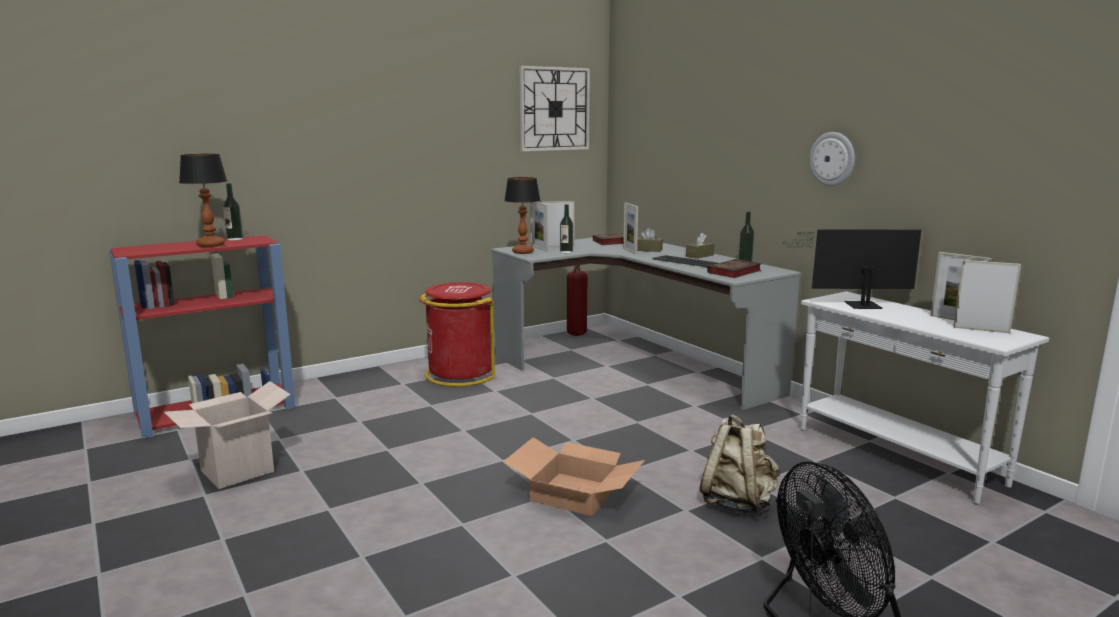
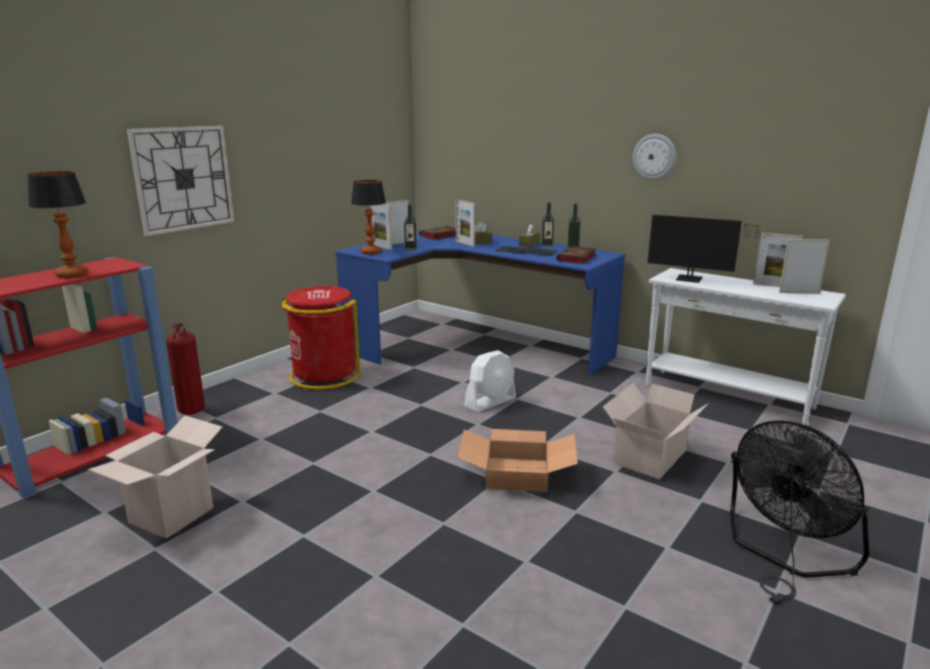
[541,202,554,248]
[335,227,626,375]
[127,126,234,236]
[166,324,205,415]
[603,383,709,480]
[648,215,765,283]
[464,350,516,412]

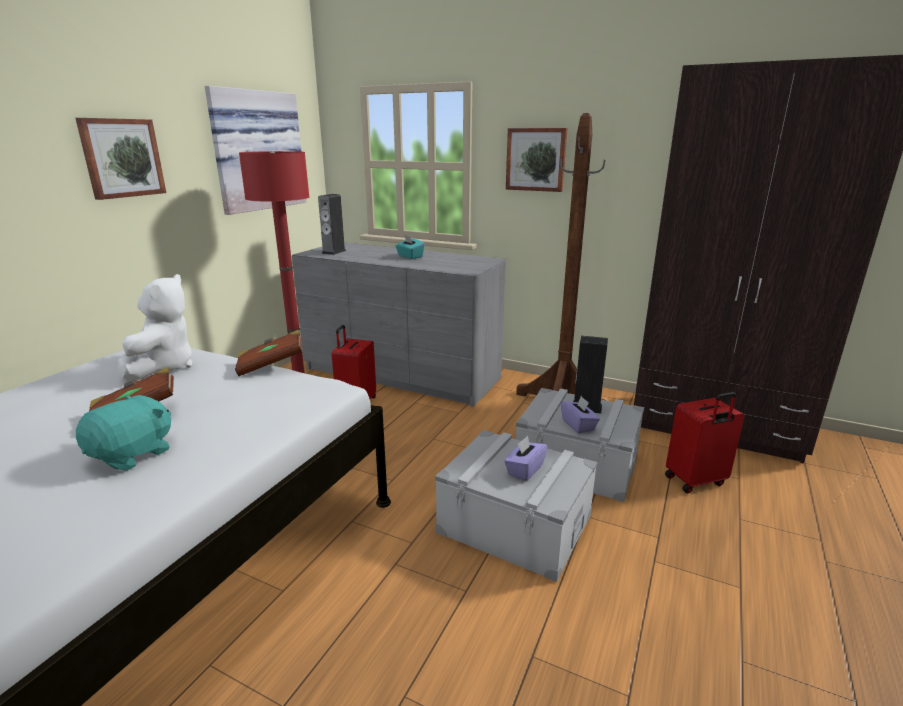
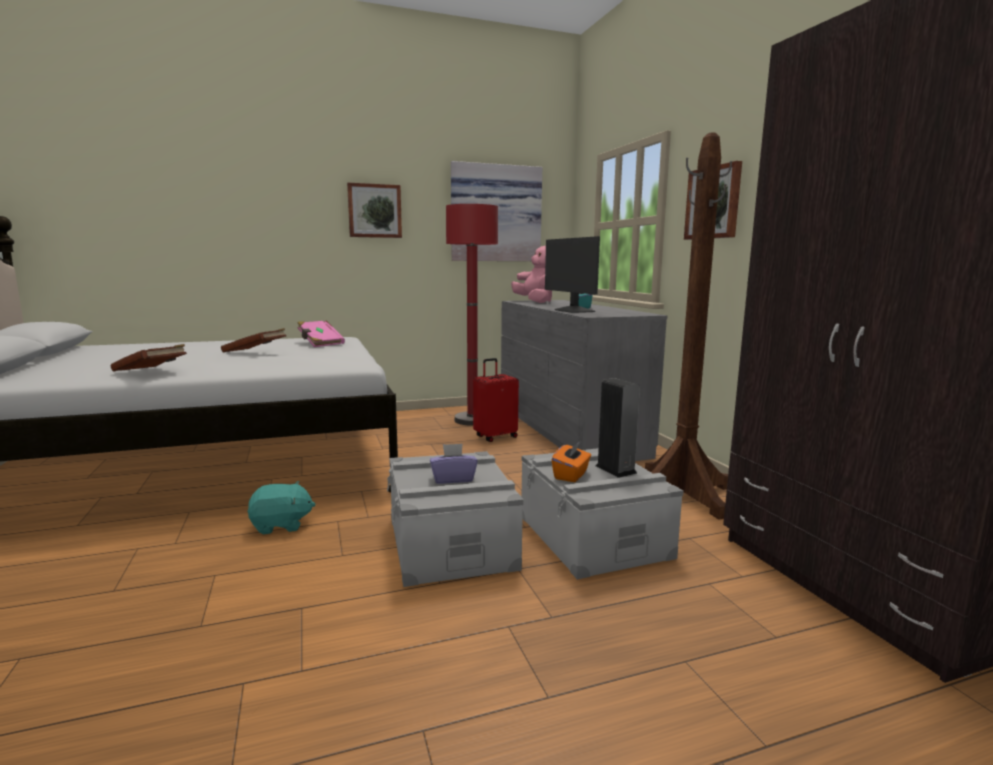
[248,481,316,534]
[297,321,345,347]
[111,344,187,372]
[511,245,552,303]
[552,442,591,482]
[665,392,745,493] (first image)
[545,236,600,313]

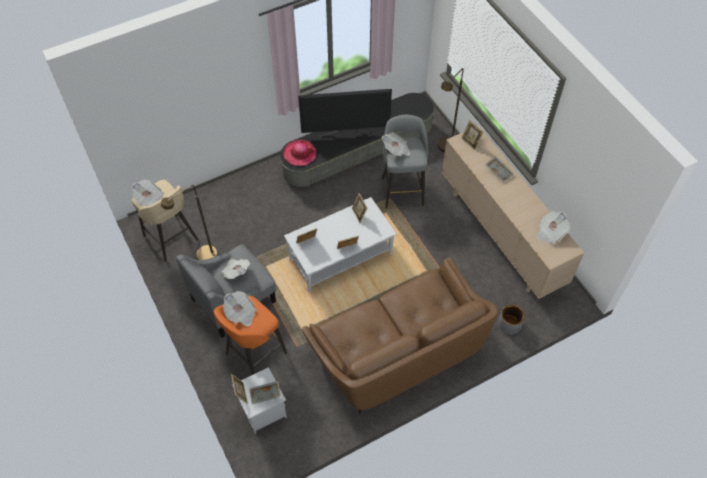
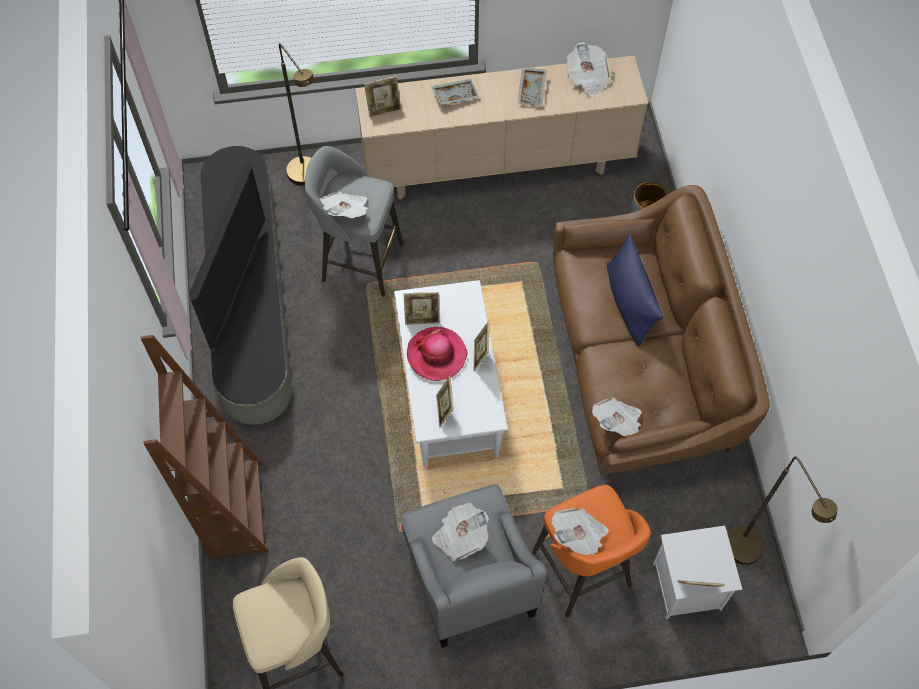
[592,397,641,436]
[728,456,838,565]
[518,68,547,106]
[407,327,467,381]
[141,335,269,560]
[607,234,664,346]

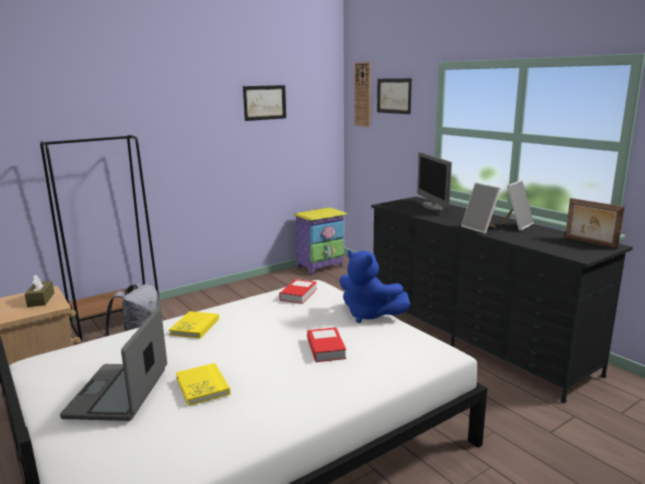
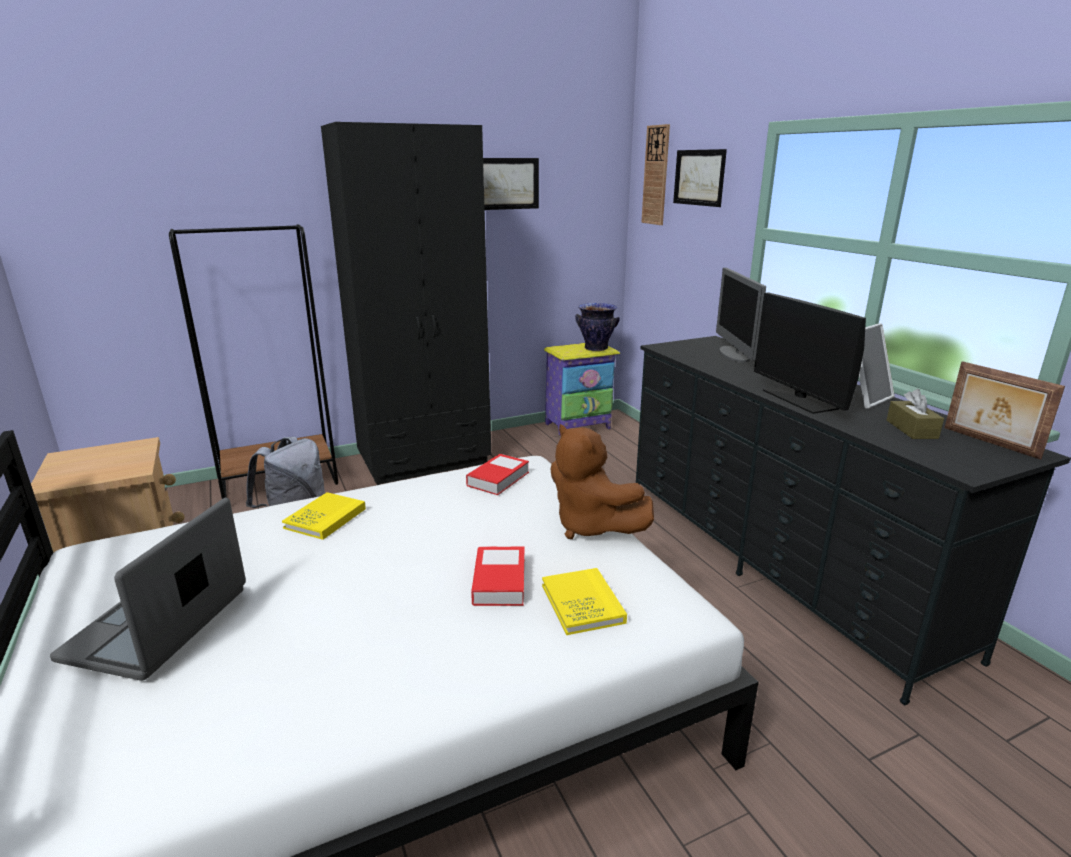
[887,389,944,439]
[542,568,627,635]
[550,424,654,539]
[754,293,866,414]
[321,122,491,485]
[576,303,619,351]

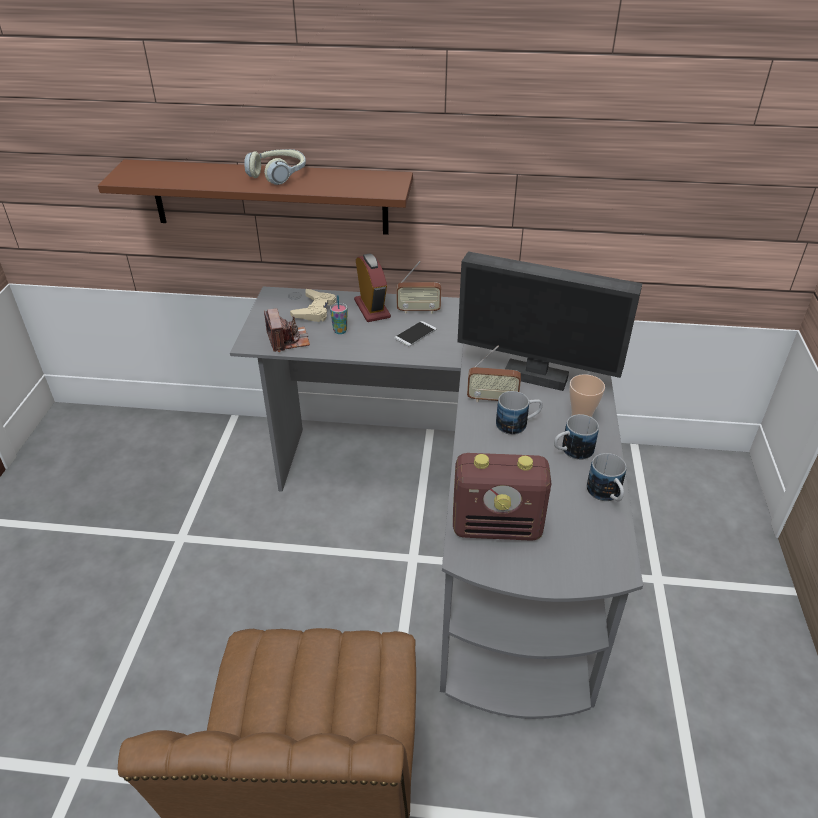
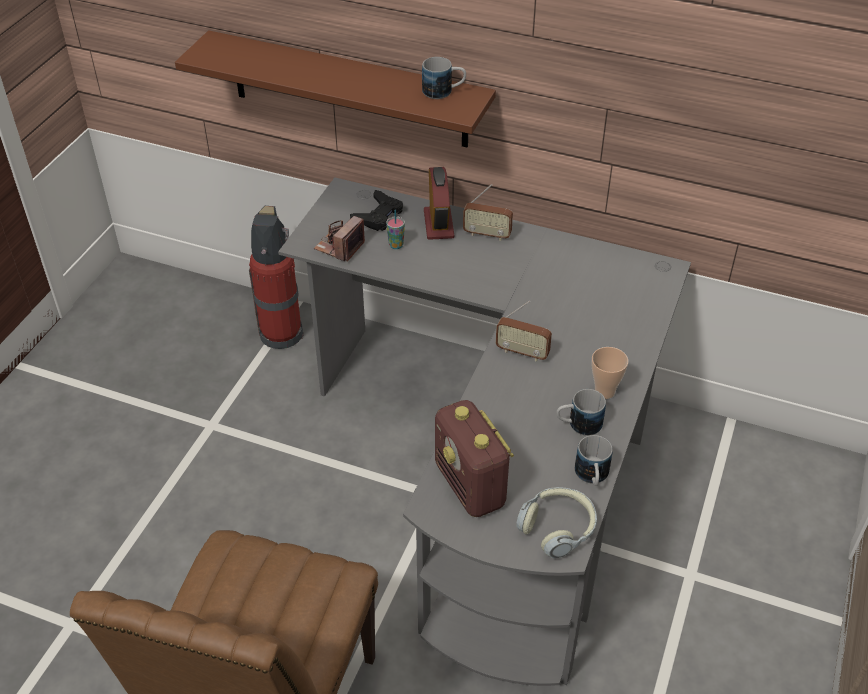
[516,487,597,558]
[314,216,365,262]
[350,190,403,231]
[395,321,436,346] (first image)
[435,400,514,517]
[458,251,643,391] (first image)
[422,57,466,99]
[249,206,304,349]

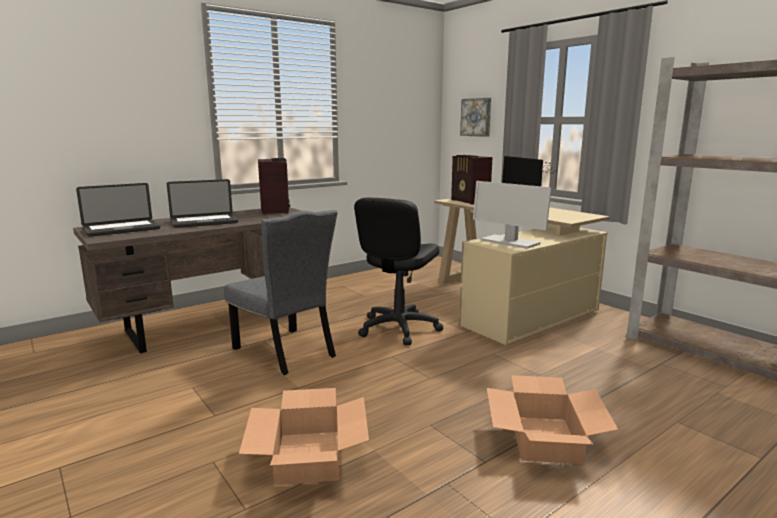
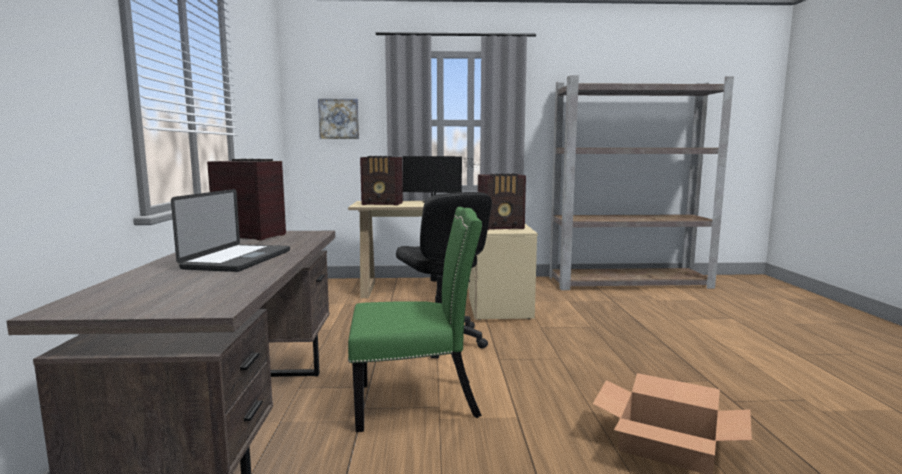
[76,183,160,237] (first image)
[348,207,482,432]
[478,173,526,230]
[487,375,618,464] (first image)

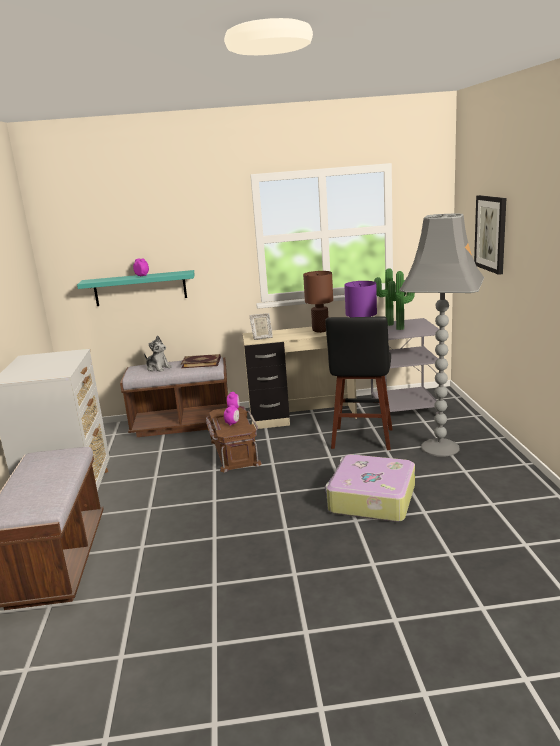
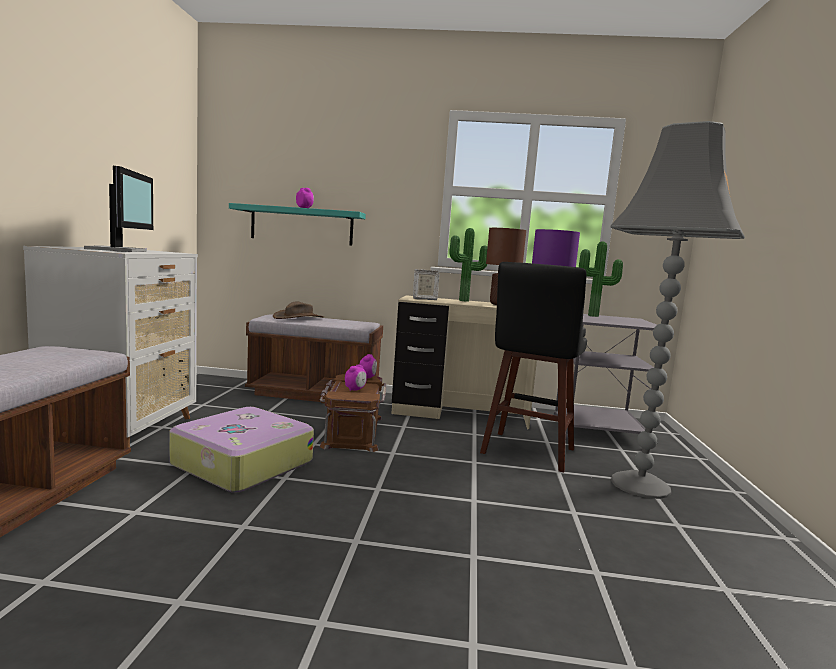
[273,302,324,319]
[181,354,221,368] (first image)
[170,407,314,493]
[449,228,488,301]
[474,195,506,275] (first image)
[84,166,153,252]

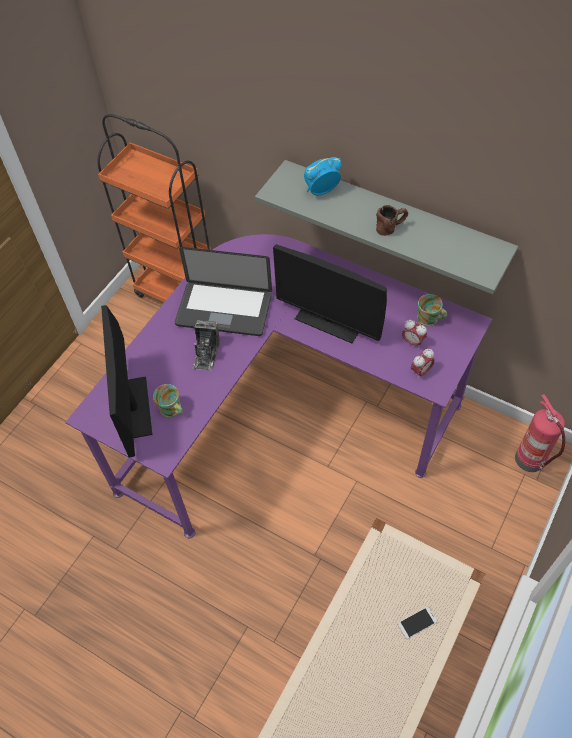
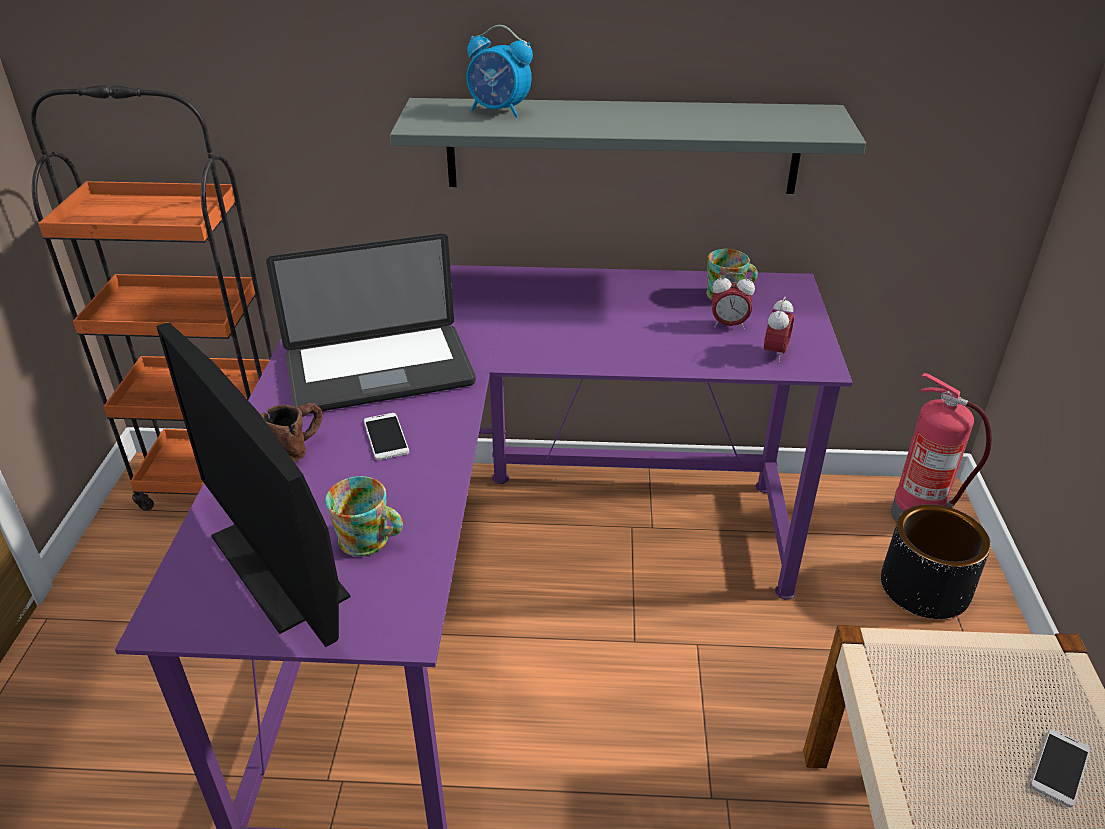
[364,413,409,460]
[273,244,387,343] (first image)
[466,25,533,118]
[261,403,323,462]
[881,504,991,619]

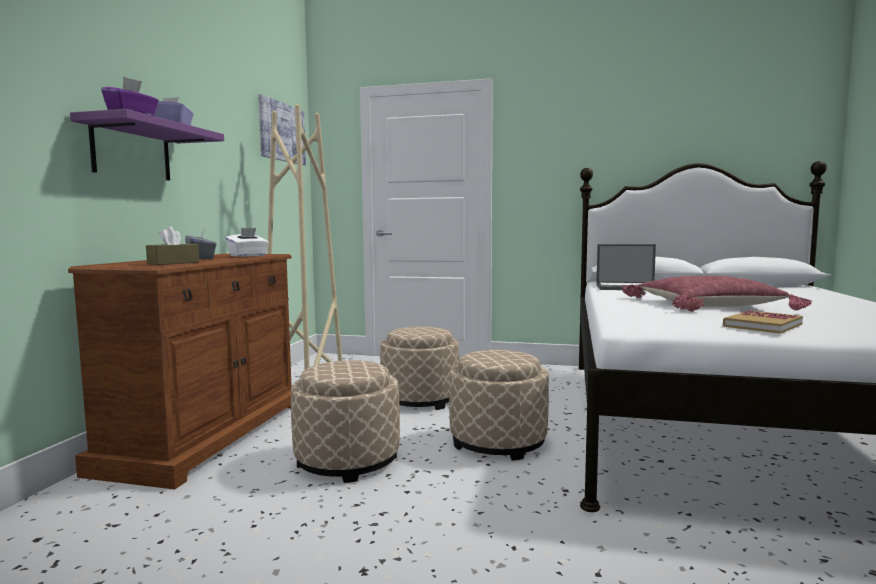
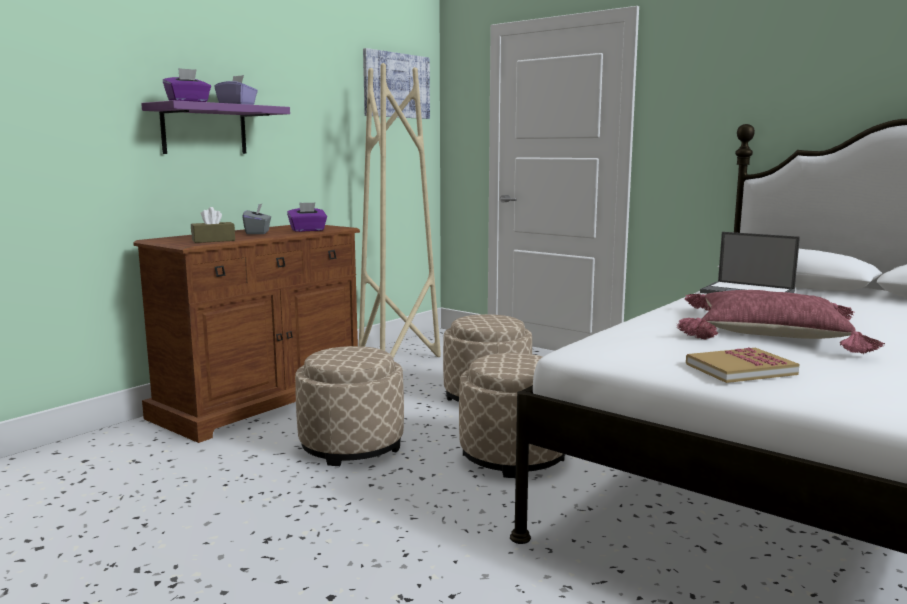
[287,202,327,232]

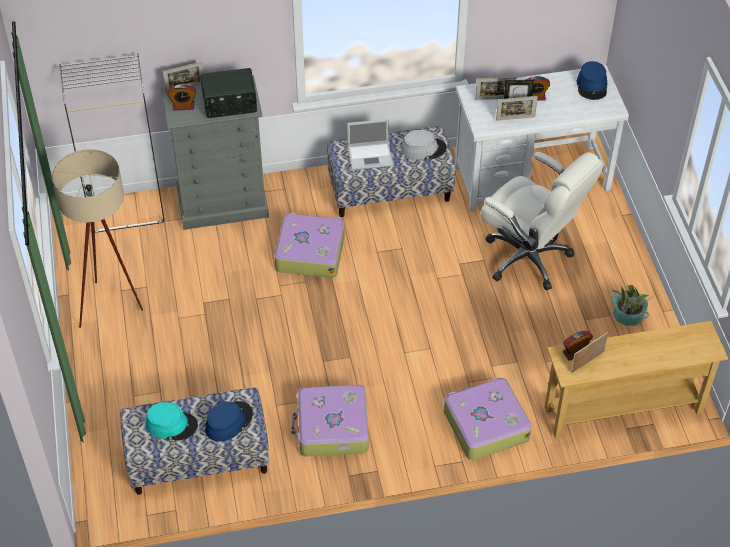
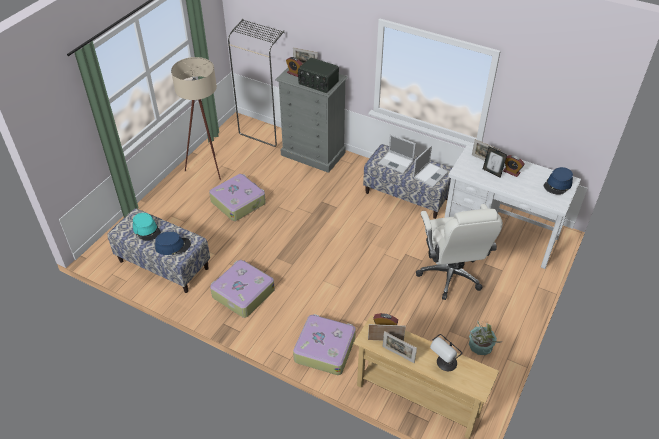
[209,174,266,221]
[413,145,448,187]
[383,331,417,363]
[430,334,462,371]

